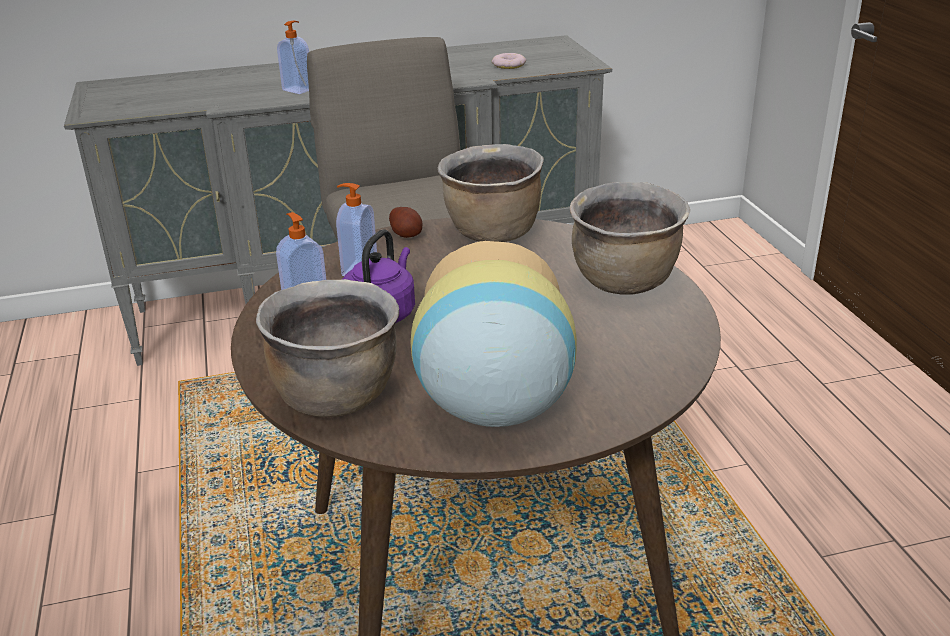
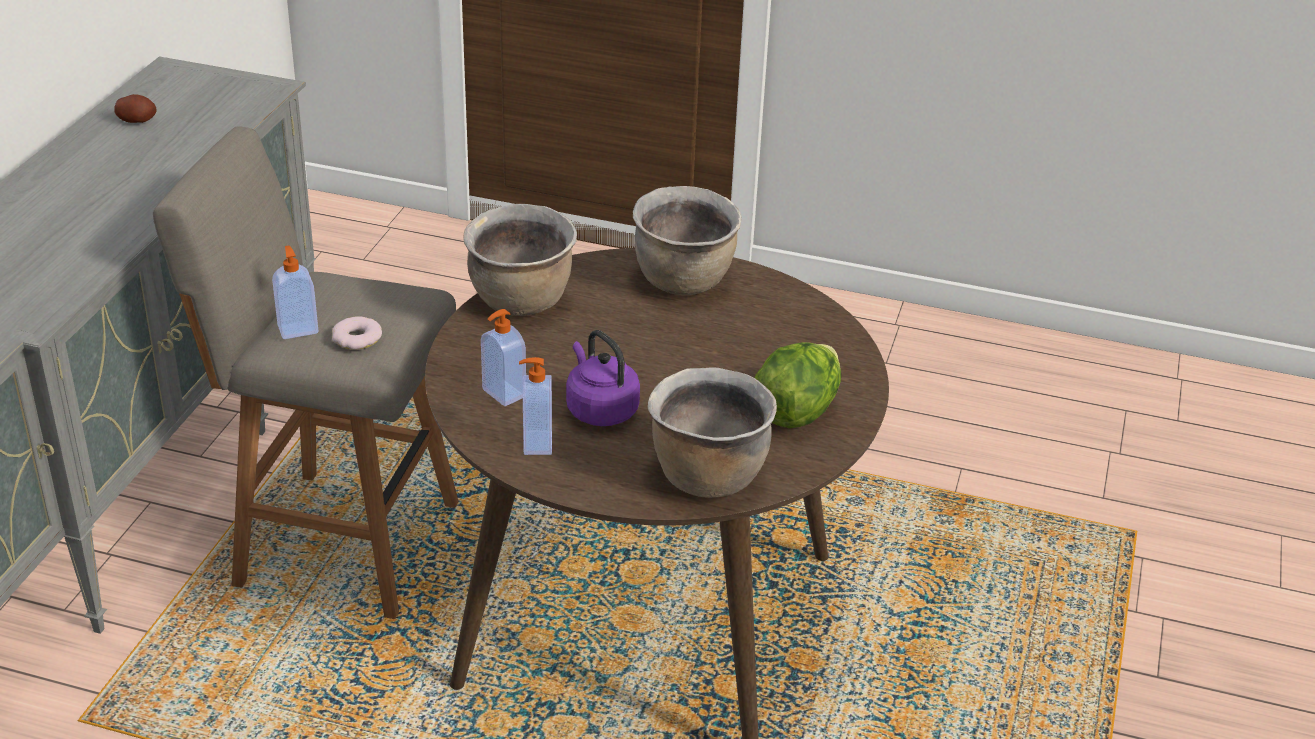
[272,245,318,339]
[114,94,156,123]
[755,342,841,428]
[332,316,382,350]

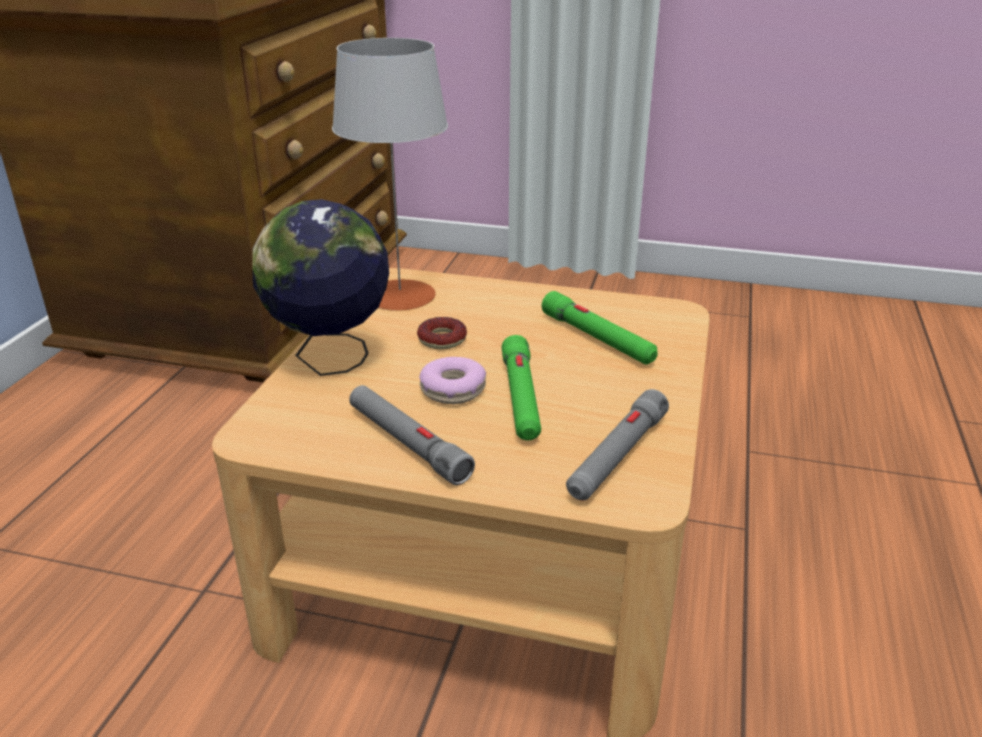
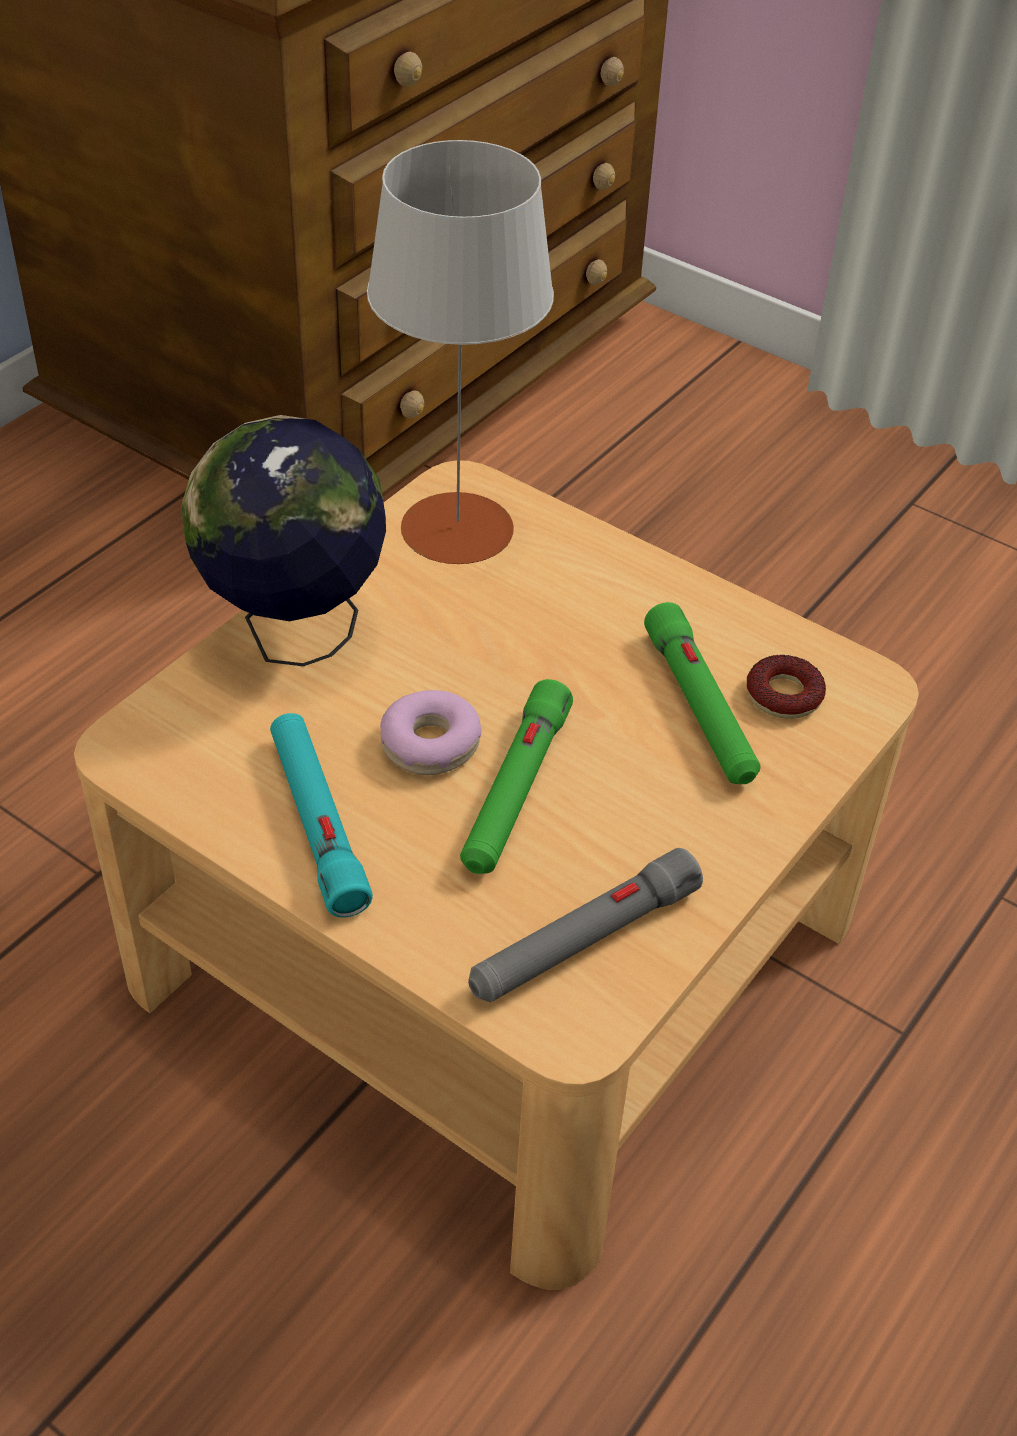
[270,713,373,918]
[747,655,826,719]

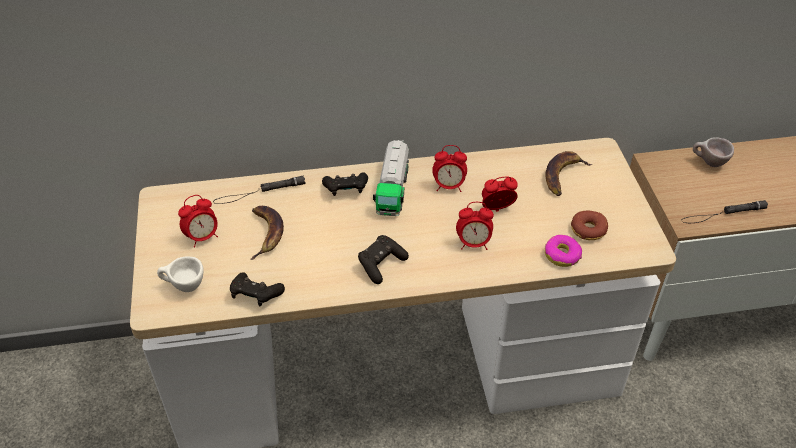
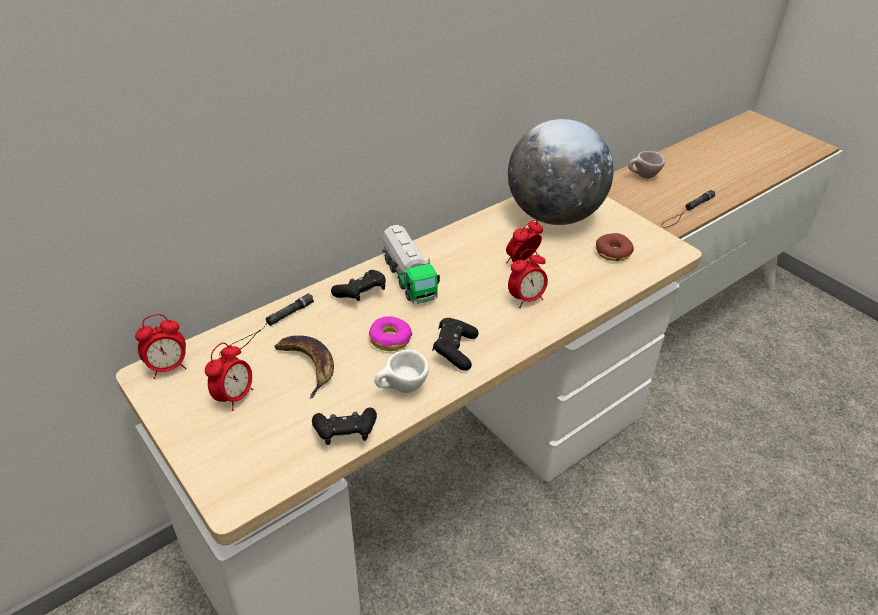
[374,350,429,393]
[135,314,187,379]
[508,119,613,225]
[369,316,412,351]

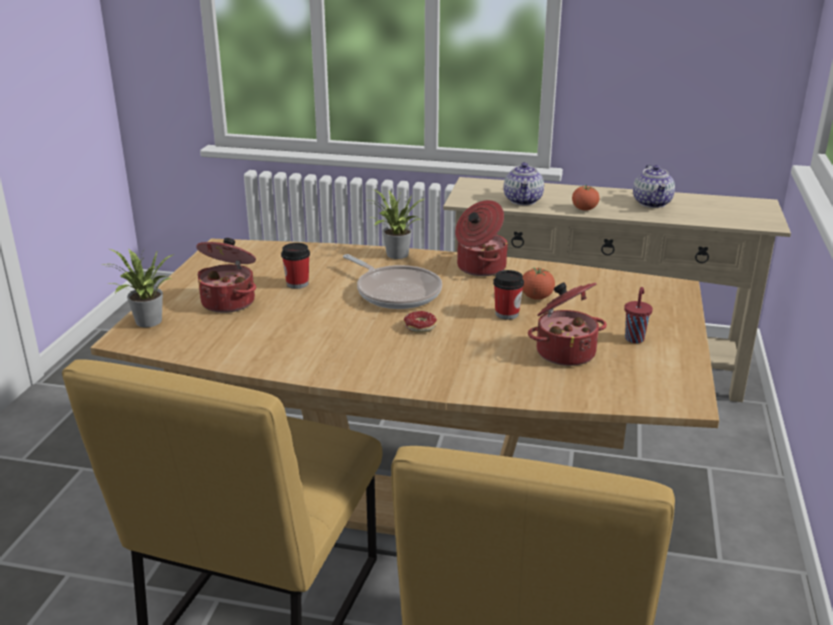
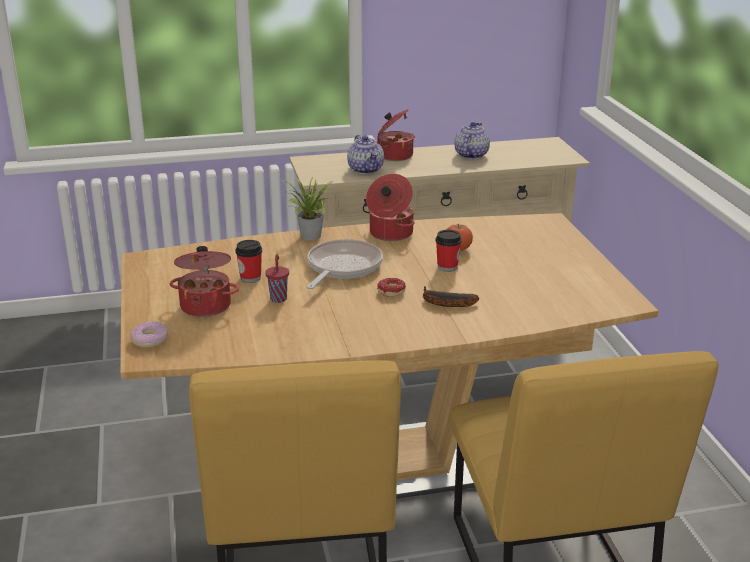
[130,321,168,348]
[307,239,383,289]
[377,109,415,161]
[572,185,599,211] (first image)
[265,254,289,303]
[454,122,490,159]
[423,287,479,307]

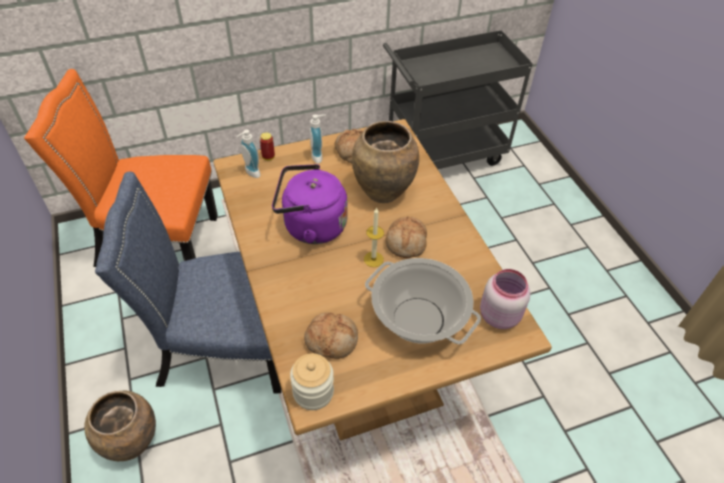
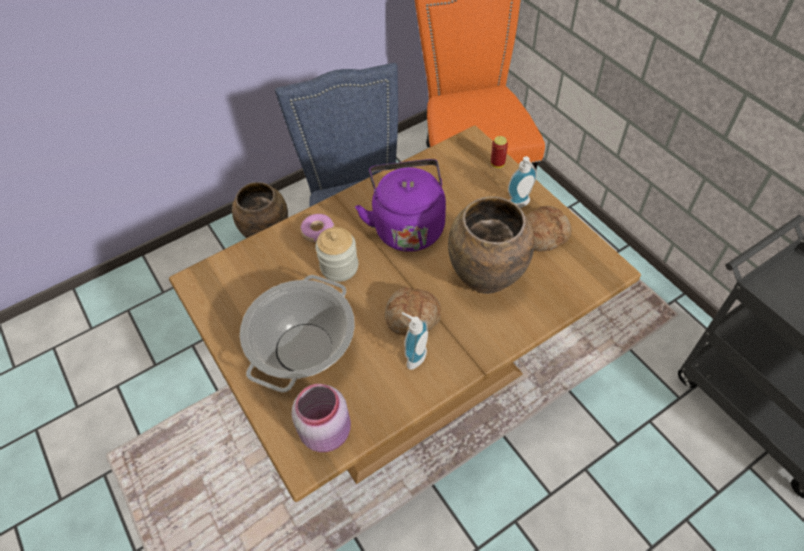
[402,312,428,370]
[315,227,358,282]
[304,313,358,359] (first image)
[364,207,384,267] (first image)
[300,214,334,242]

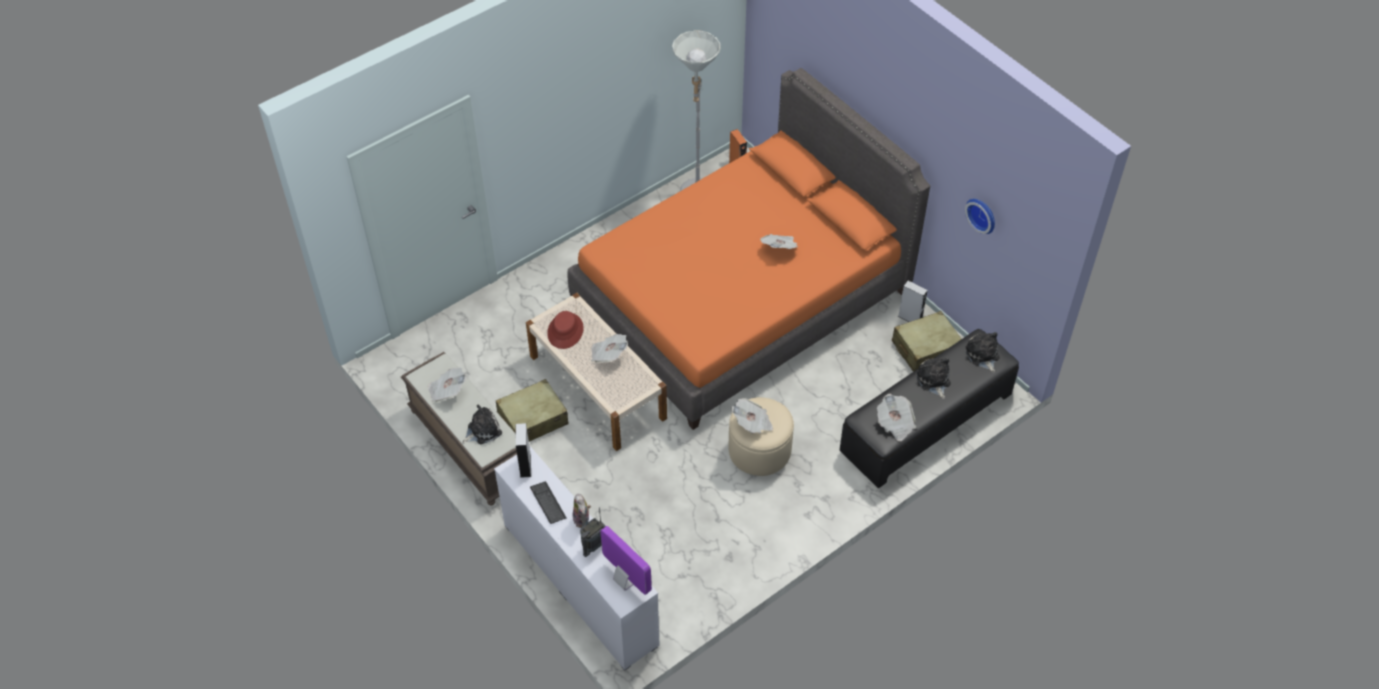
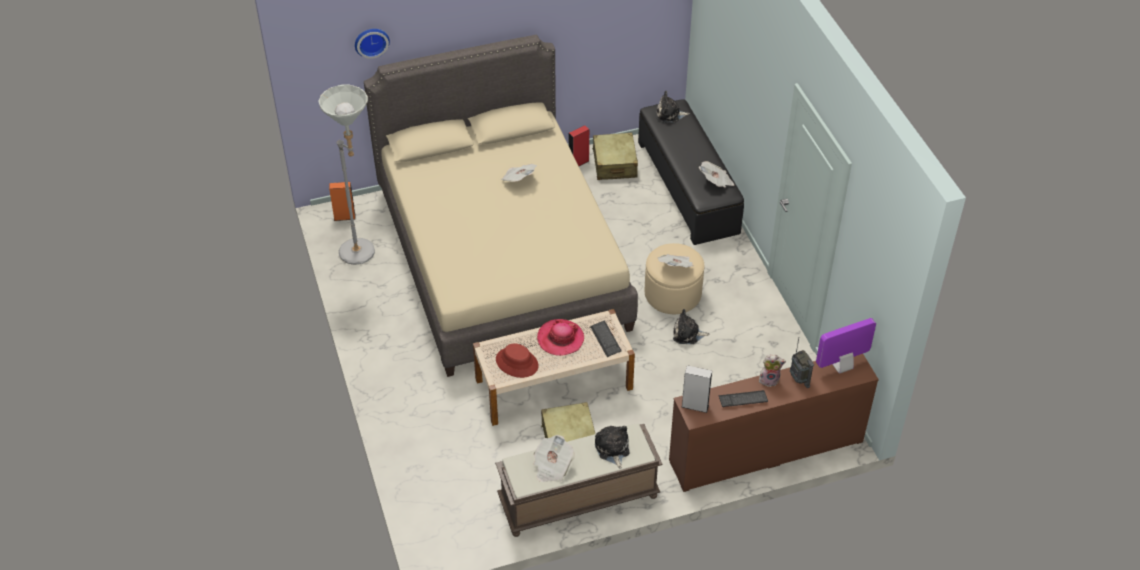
[669,354,879,492]
[364,35,638,377]
[537,319,584,356]
[569,125,589,166]
[673,309,710,344]
[355,29,390,59]
[590,321,621,357]

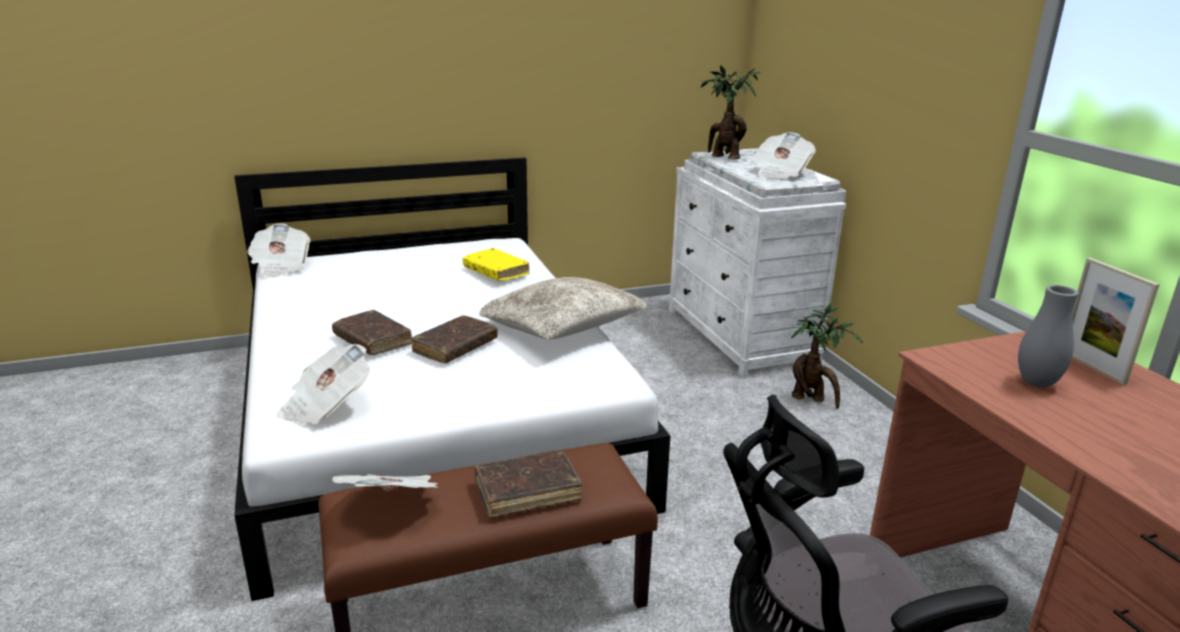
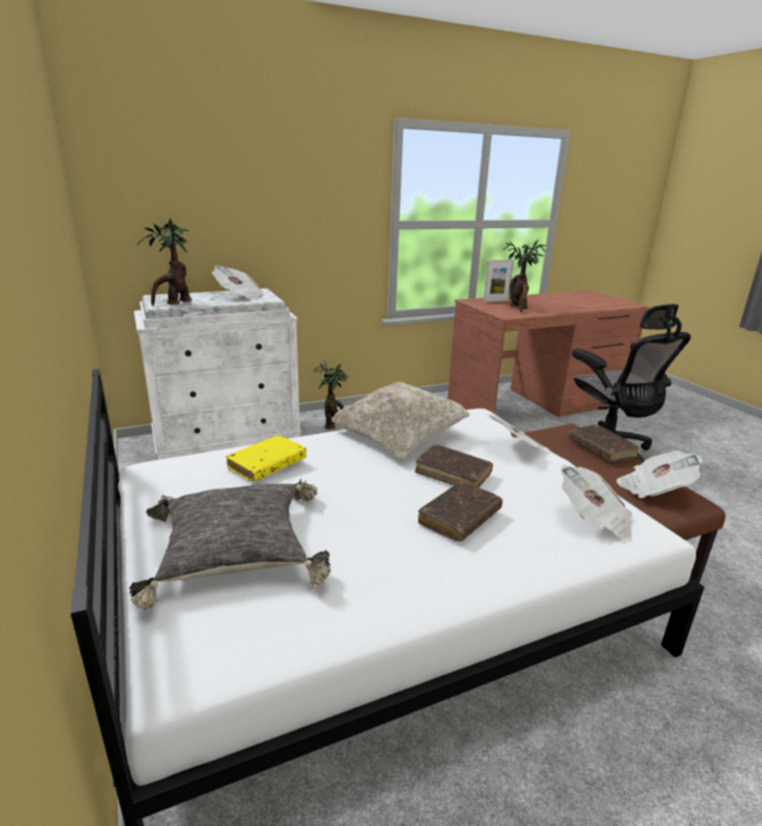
[487,414,549,449]
[502,240,546,312]
[129,479,331,610]

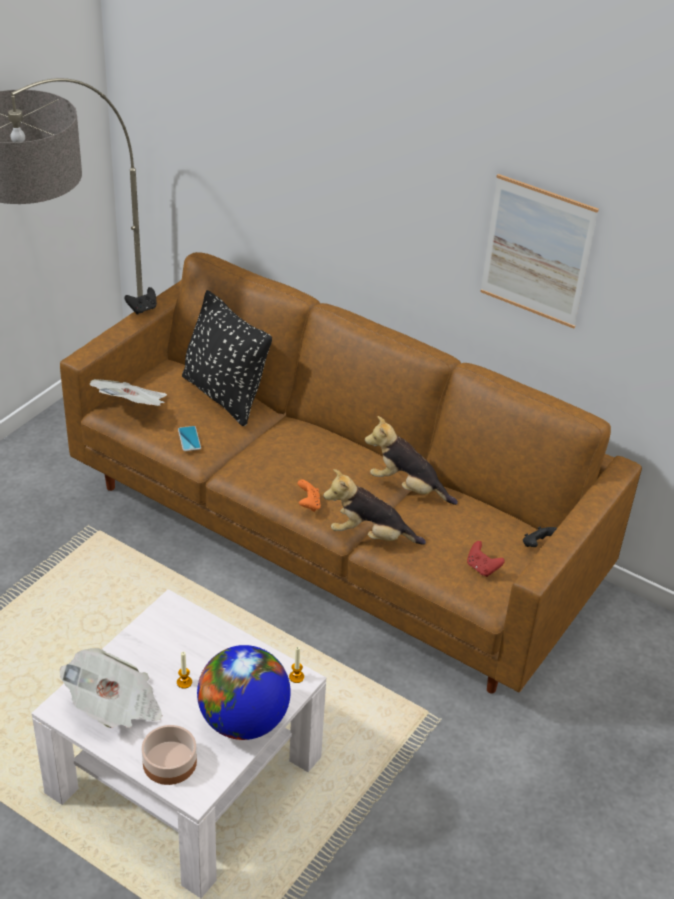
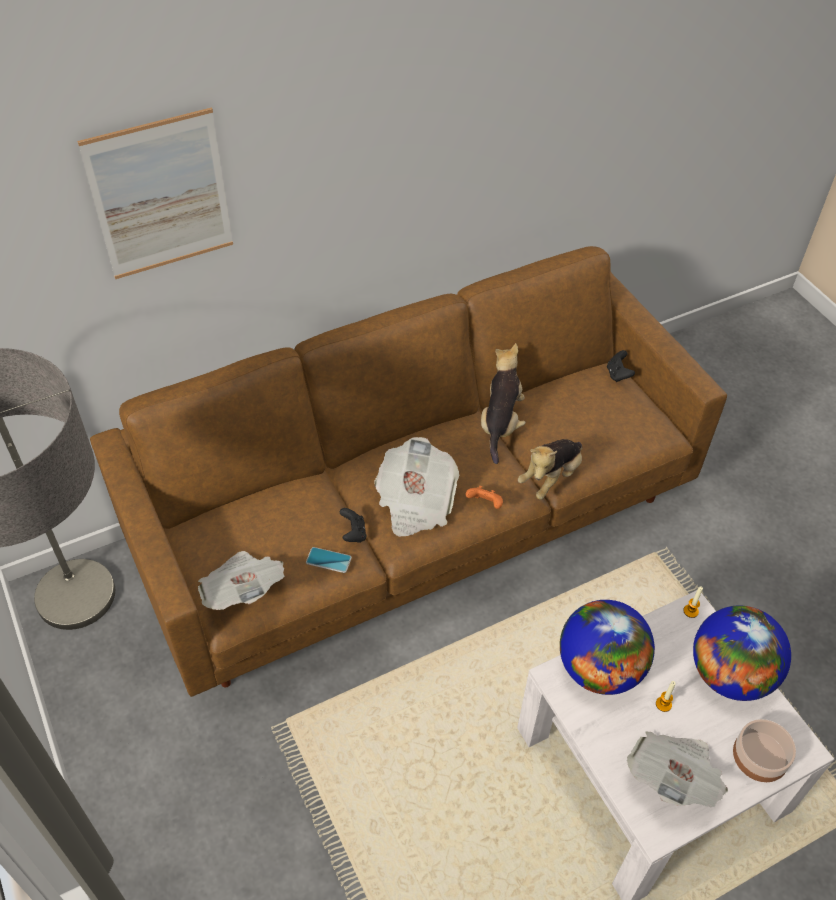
[340,508,366,543]
[182,290,272,426] (first image)
[481,343,526,464]
[467,541,505,577] (first image)
[77,107,233,279]
[374,437,459,537]
[560,600,655,695]

